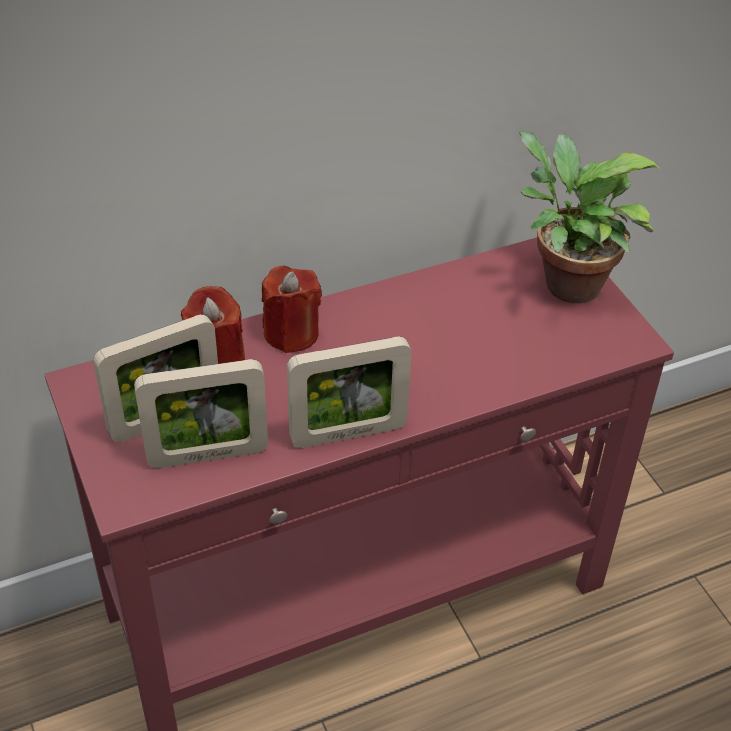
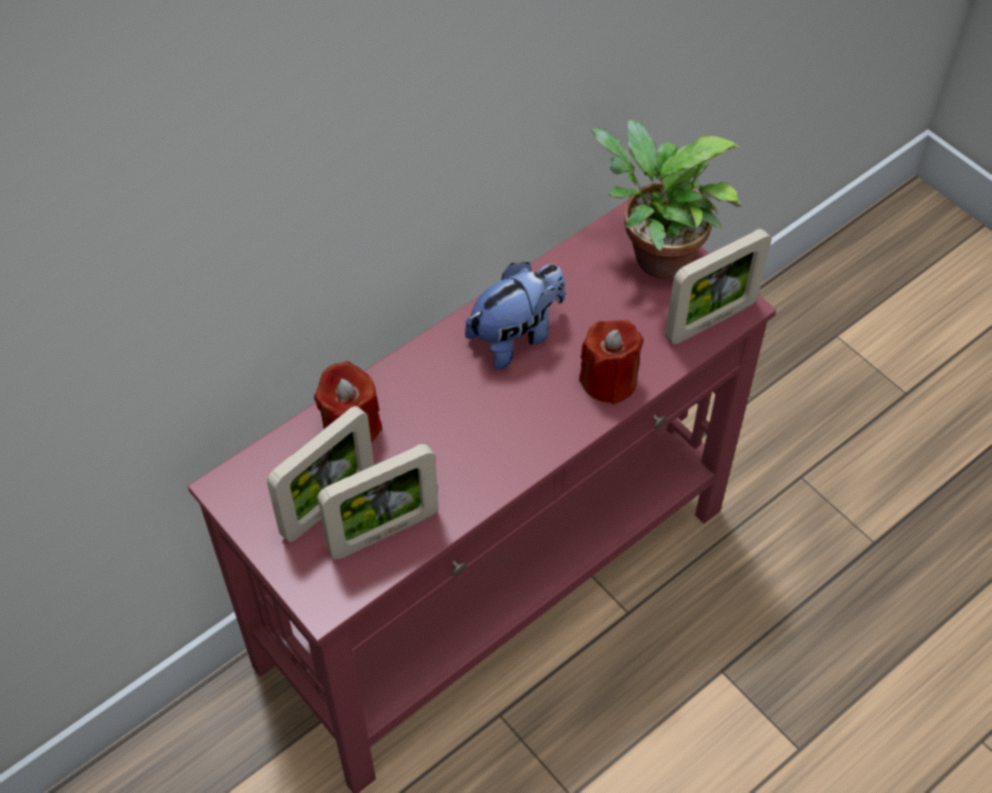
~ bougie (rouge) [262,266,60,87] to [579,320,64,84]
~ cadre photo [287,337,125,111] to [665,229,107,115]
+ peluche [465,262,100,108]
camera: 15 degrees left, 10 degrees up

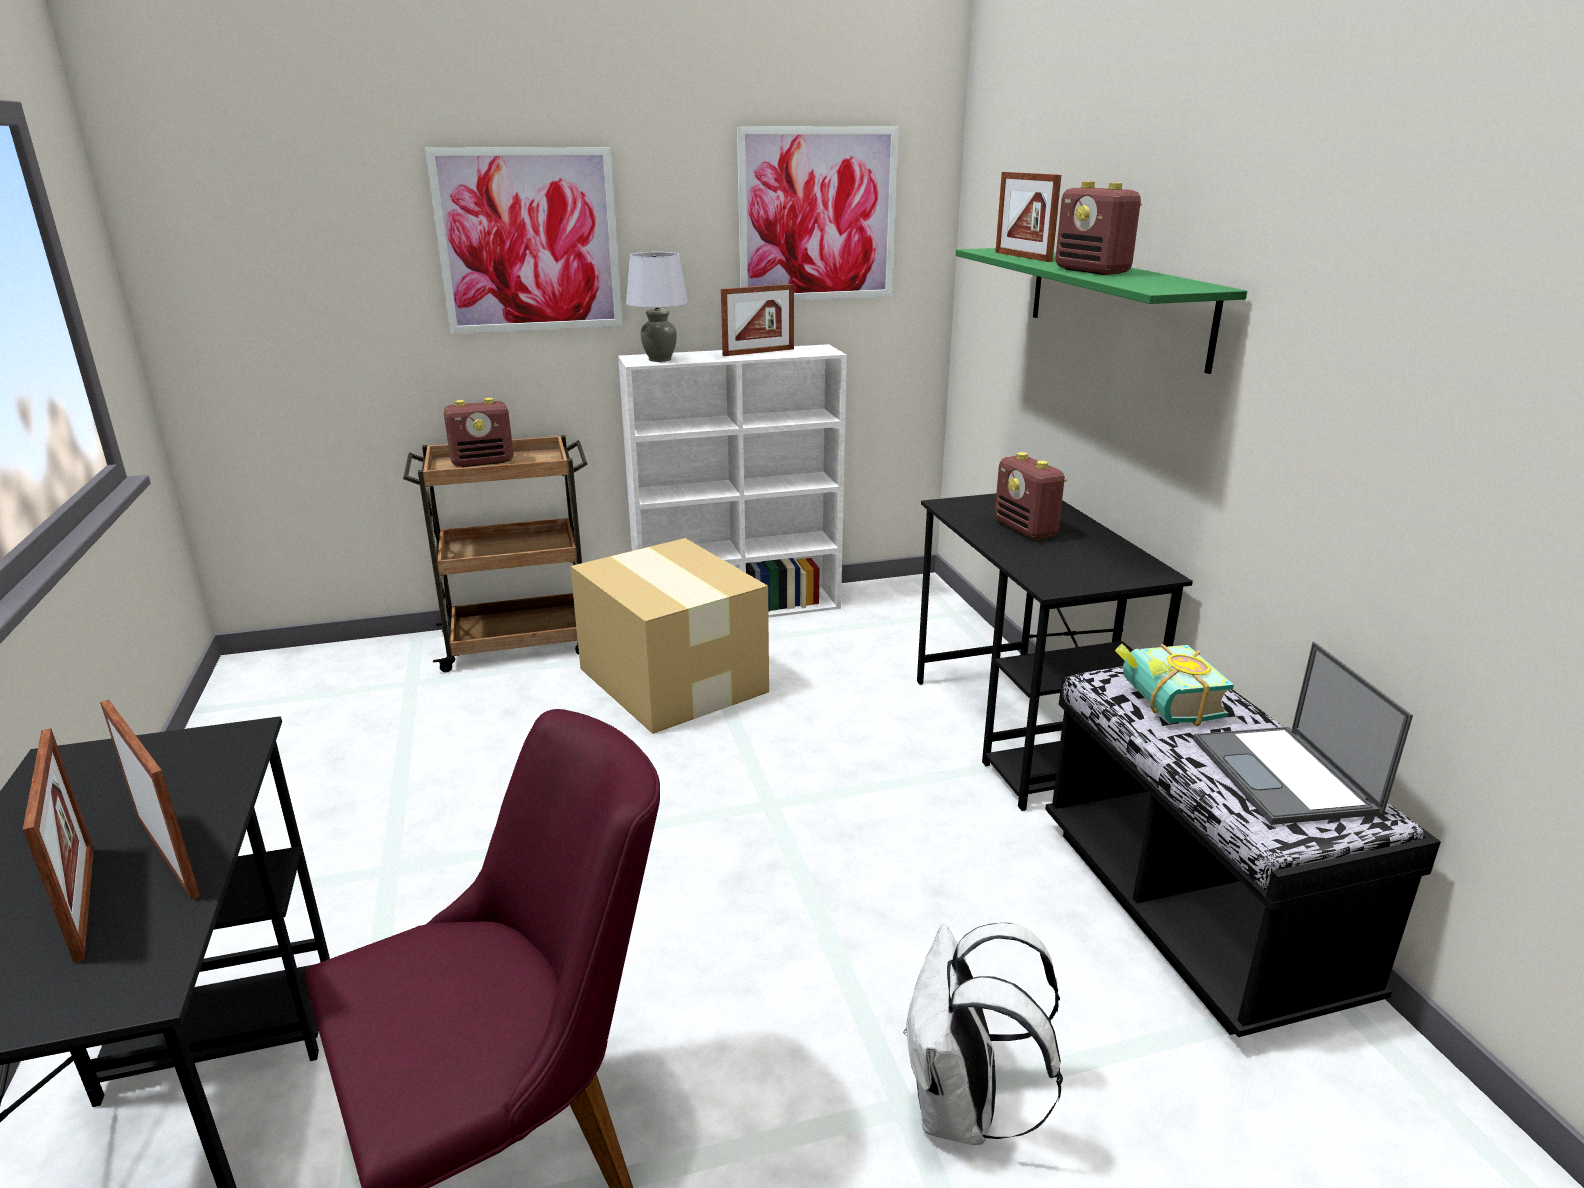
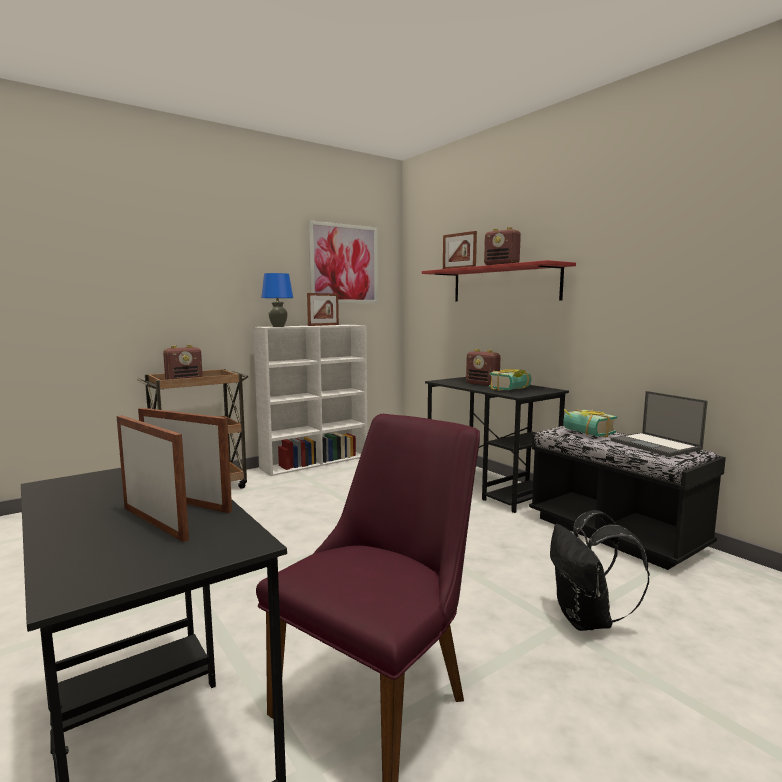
- tableau [425,147,198,187]
~ étagère (vert) [956,248,291,126] to étagère (rouge) [422,260,154,42]
~ lampe de table (gris) [626,252,62,110] to lampe de table (bleu) [261,273,32,54]
- carton [570,538,199,196]
~ sac à dos (blanc) [903,923,160,222] to sac à dos (noir) [550,510,100,121]
+ livre [489,369,43,22]
camera: 20 degrees left, 15 degrees down

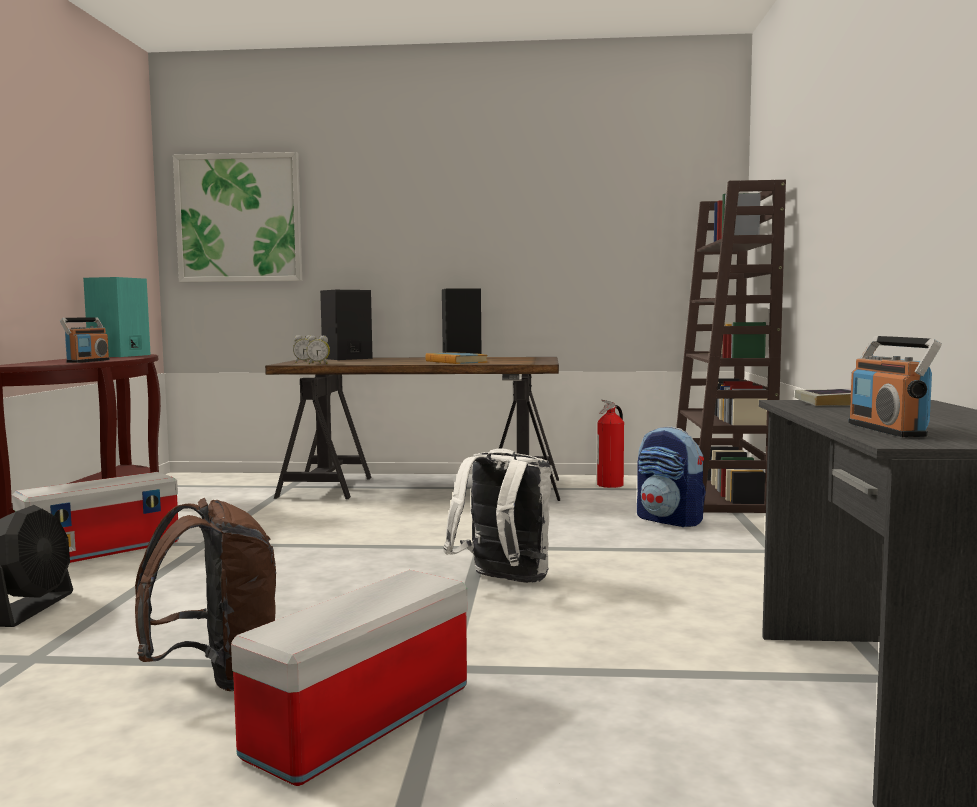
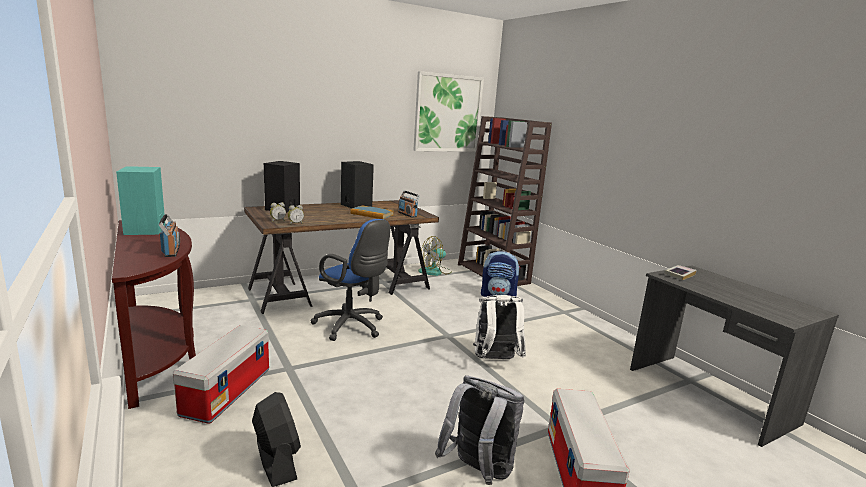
~ tableau [173,152,129,130] to [413,71,71,81]
~ radio [849,336,93,101] to [398,191,22,27]
~ extincteur [597,400,27,88] to ventilateur [418,236,34,40]
~ sac à dos (marron) [135,497,141,194] to sac à dos (gris) [435,375,90,110]
+ chaise de bureau (bleu) [310,219,80,122]
camera: 35 degrees left, 10 degrees up

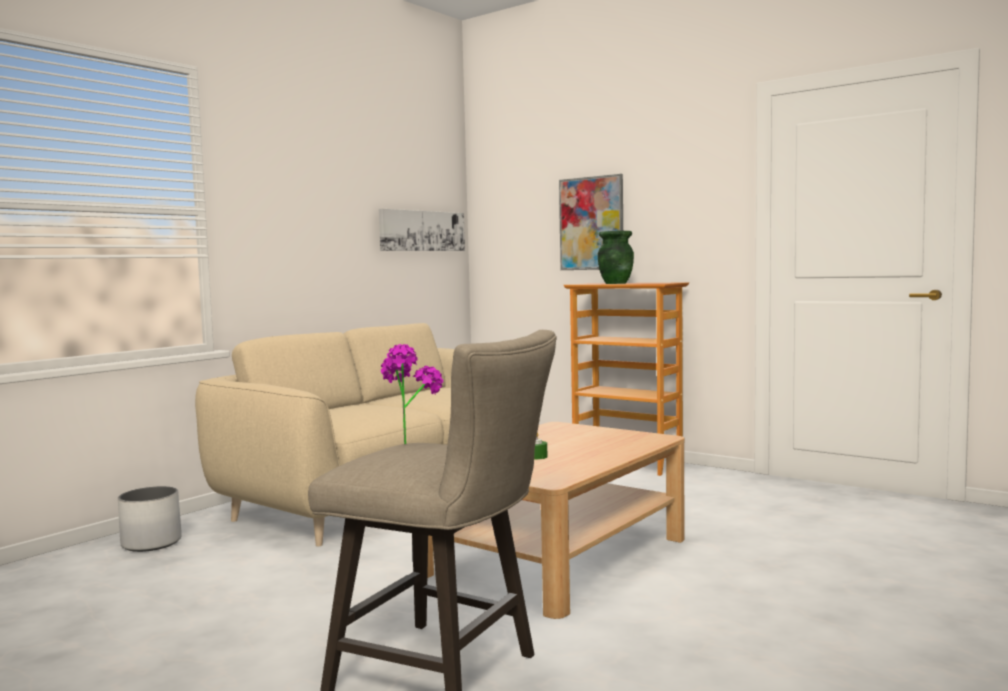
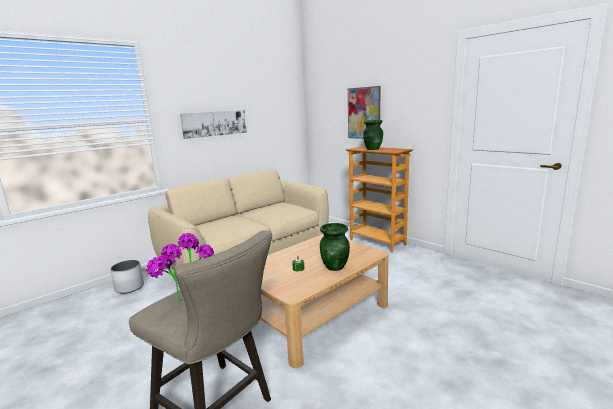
~ tableau [379,209,86,42] to [180,110,67,29]
+ vase (vert) [320,223,30,48]
+ plante en pot [146,244,36,59]
camera: 10 degrees right, 10 degrees up

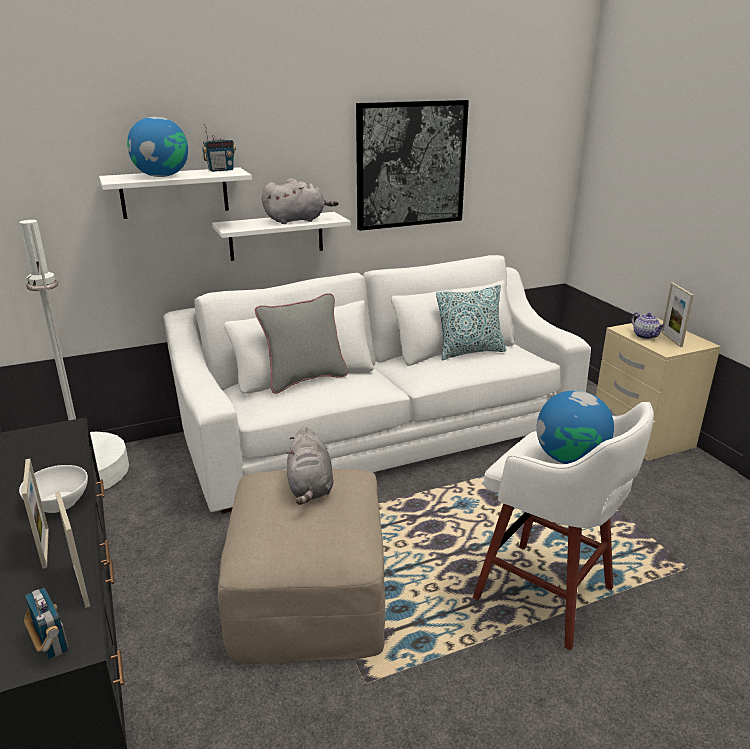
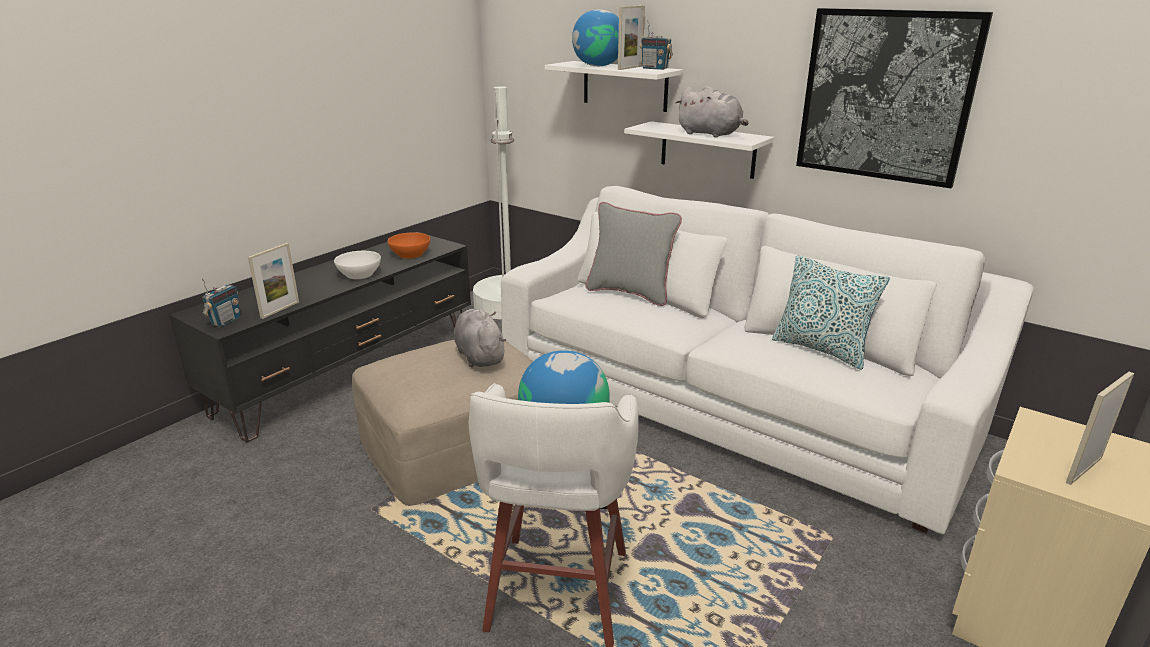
- théière [631,312,34,27]
~ peluche (gris) [286,427,48,78] = [454,309,52,58] 105 degrees clockwise
~ cadre photo [22,459,27,110] to [618,6,27,64]
+ bol (orange) [387,232,43,27]
camera: 60 degrees right, 0 degrees up

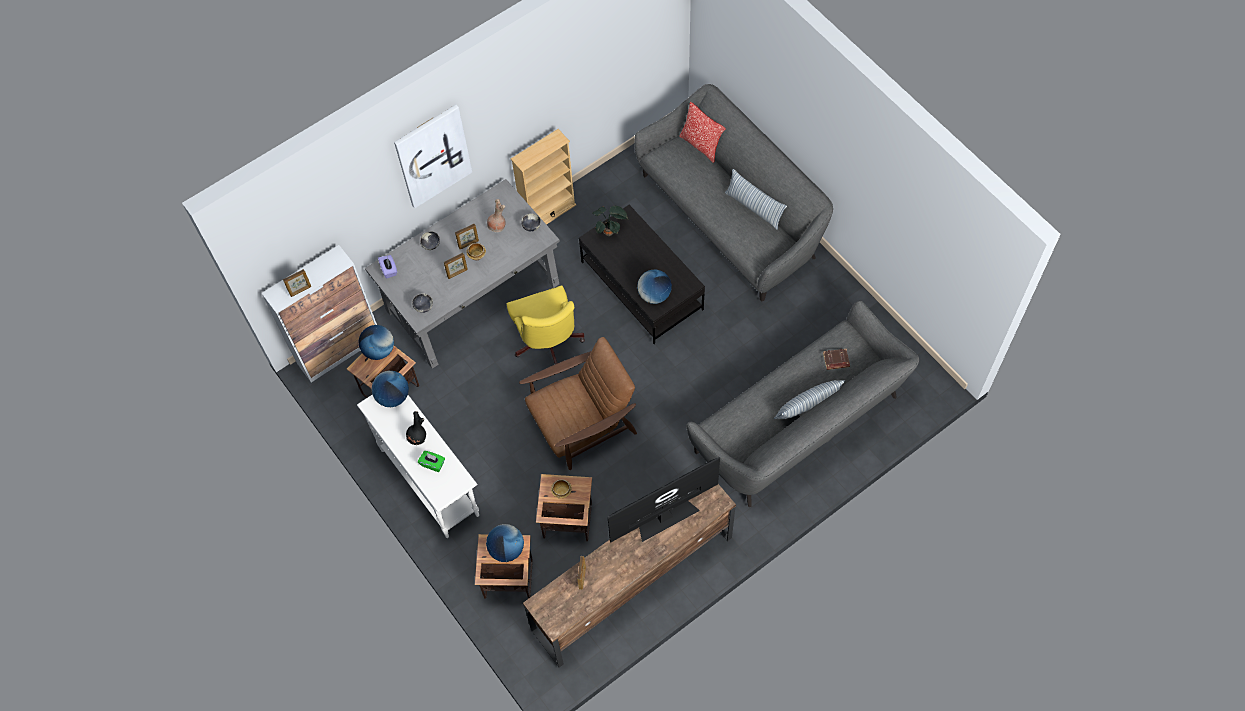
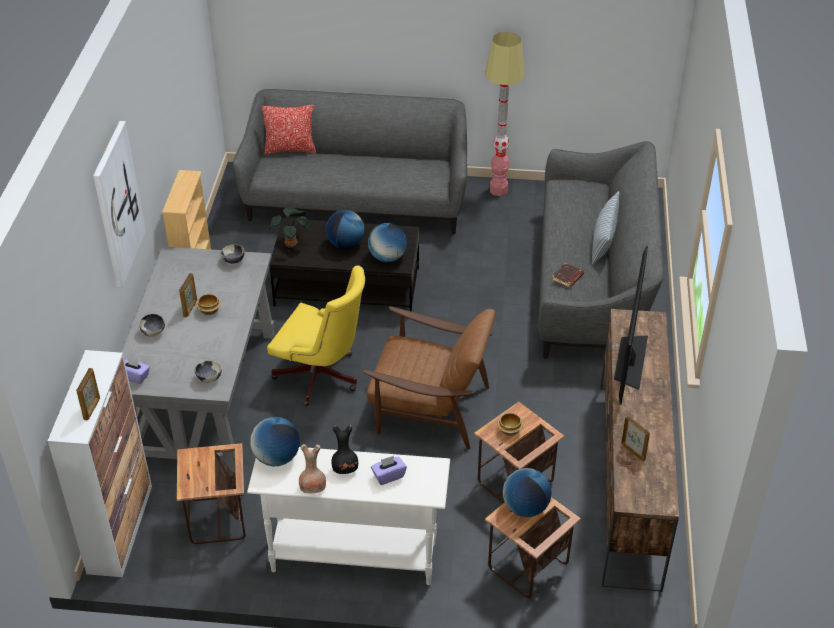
- coussin [725,169,62,61]
~ vase (marron) [487,199,19,33] to [299,444,27,50]
- cadre photo [444,253,24,26]
~ globe [358,325,36,35] to [326,210,38,39]
~ fauteuil (marron) [519,337,118,133] = [362,307,134,143] 90 degrees clockwise
~ livre (marron) [823,349,27,21] to [552,263,32,25]
~ boîte à mouchoirs (vert) [418,451,27,21] to boîte à mouchoirs (violet) [371,456,36,29]
+ lampadaire [485,32,40,164]
camera: 50 degrees left, 20 degrees down

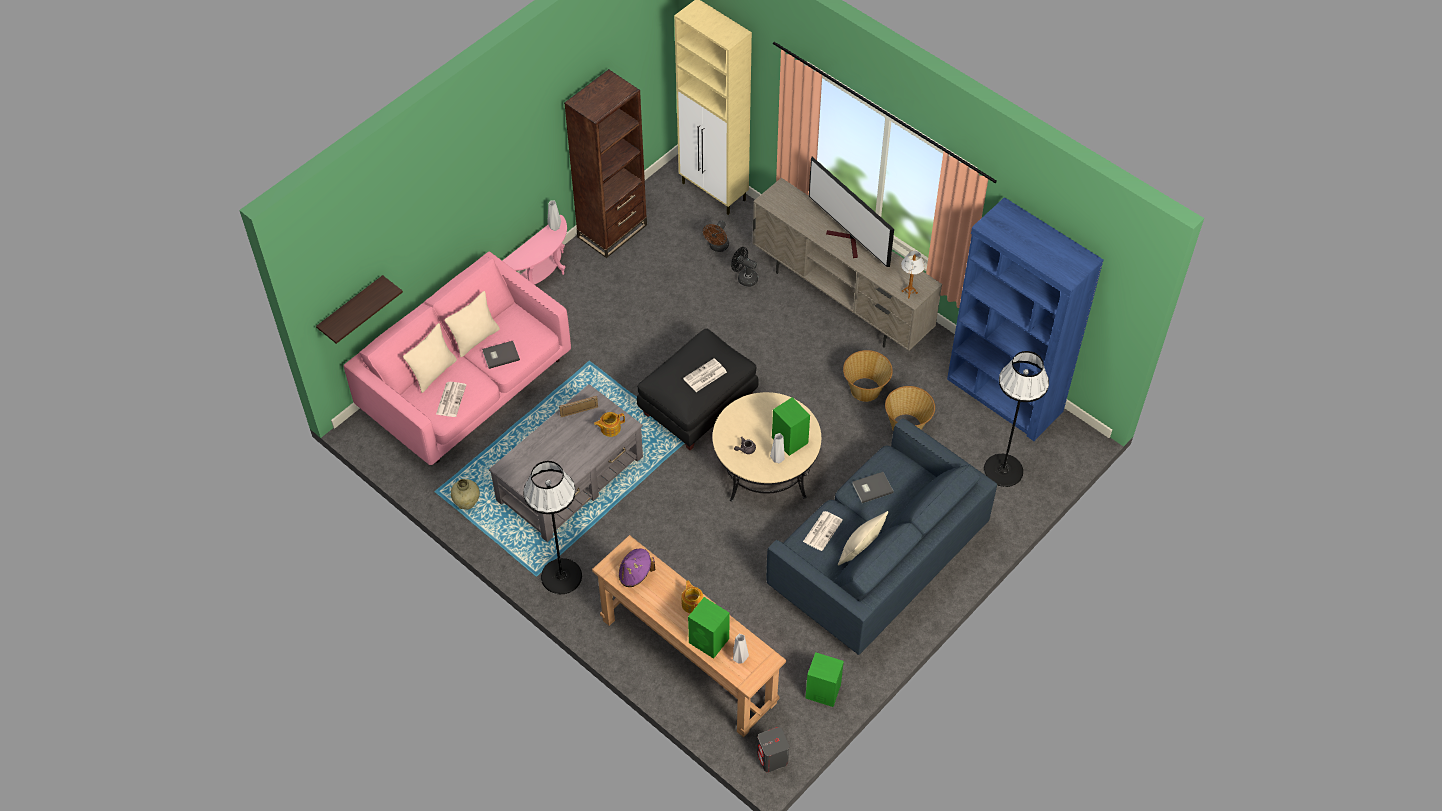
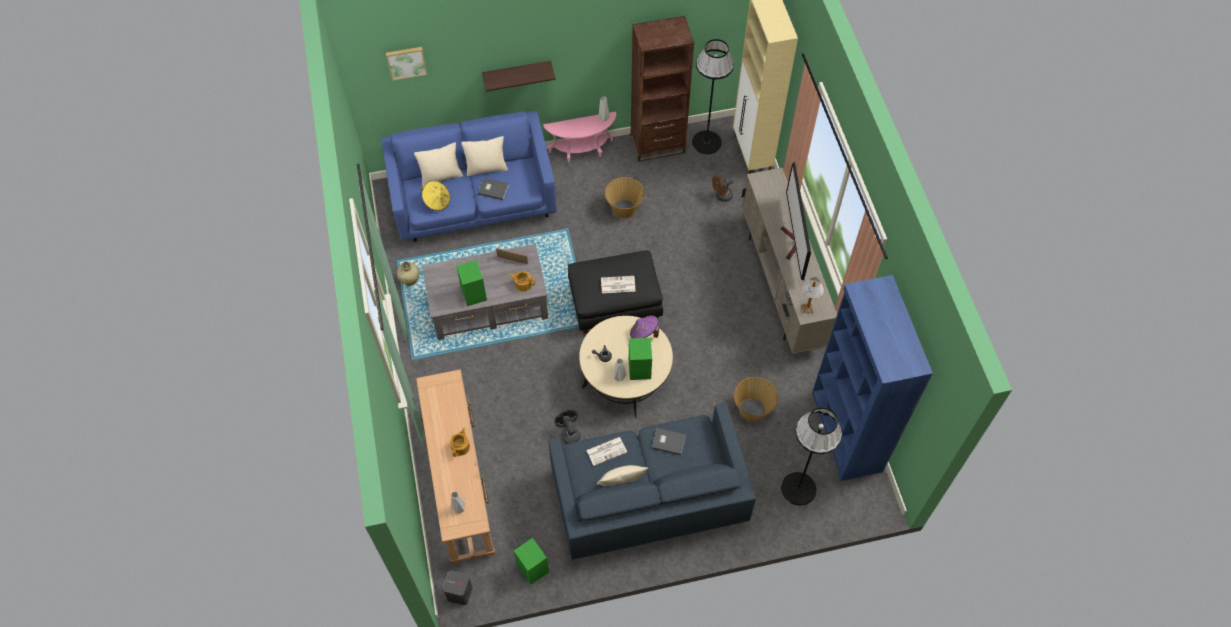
~ ventilateur (noir) [731,247,27,40] to [555,410,25,34]
~ canapé (rose) [343,251,228,214] to canapé (bleu) [381,111,176,131]
~ étagère [316,275,87,69] to [482,61,74,31]
~ panier [843,350,50,52] to [604,177,40,42]
~ journal [436,382,30,35] to chapeau (jaune) [421,181,29,30]
~ lampadaire (noir) [523,461,59,133] to [692,39,42,115]
~ chapeau (violet) [619,549,36,38] to [630,315,29,23]
~ enceinte (vert) [688,597,41,62] to [456,260,31,46]
+ tableau [386,47,42,34]
camera: 35 degrees right, 5 degrees up

